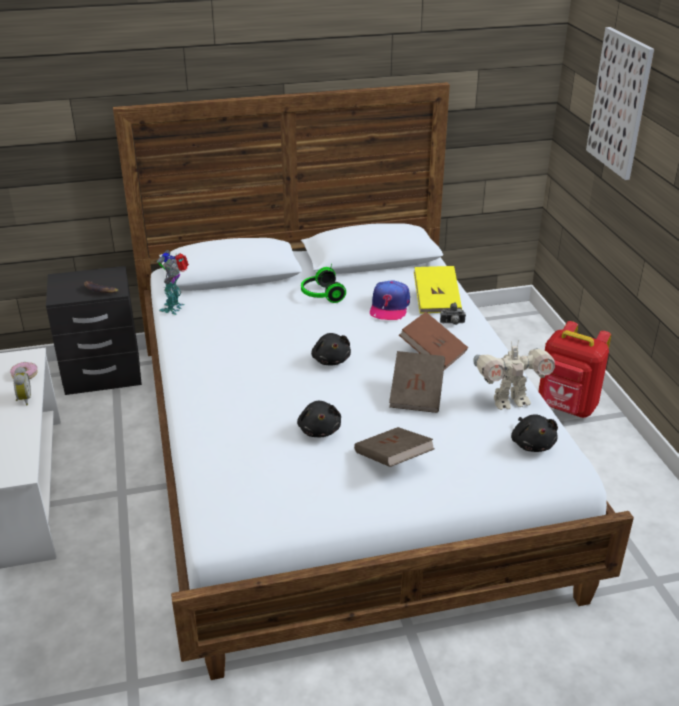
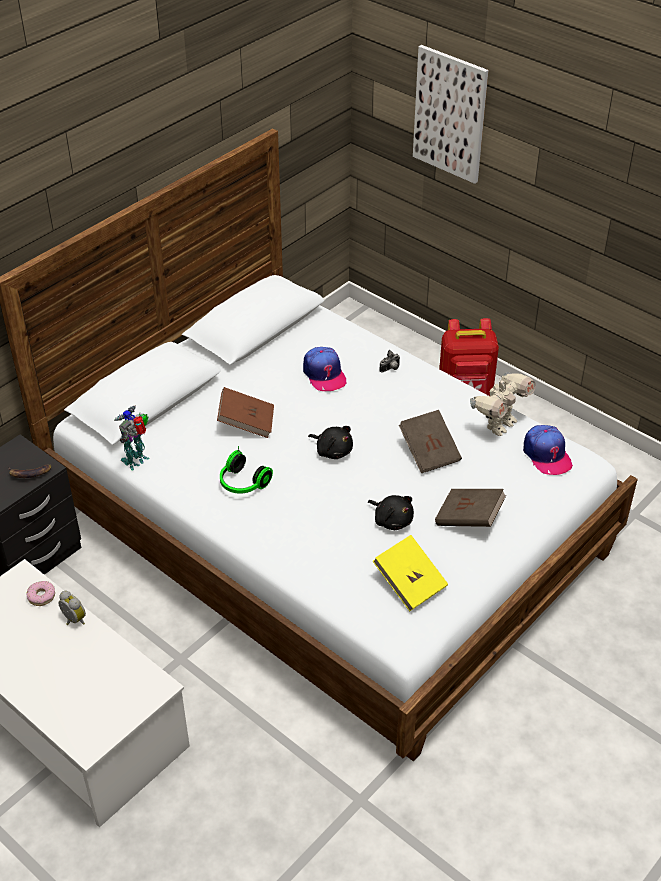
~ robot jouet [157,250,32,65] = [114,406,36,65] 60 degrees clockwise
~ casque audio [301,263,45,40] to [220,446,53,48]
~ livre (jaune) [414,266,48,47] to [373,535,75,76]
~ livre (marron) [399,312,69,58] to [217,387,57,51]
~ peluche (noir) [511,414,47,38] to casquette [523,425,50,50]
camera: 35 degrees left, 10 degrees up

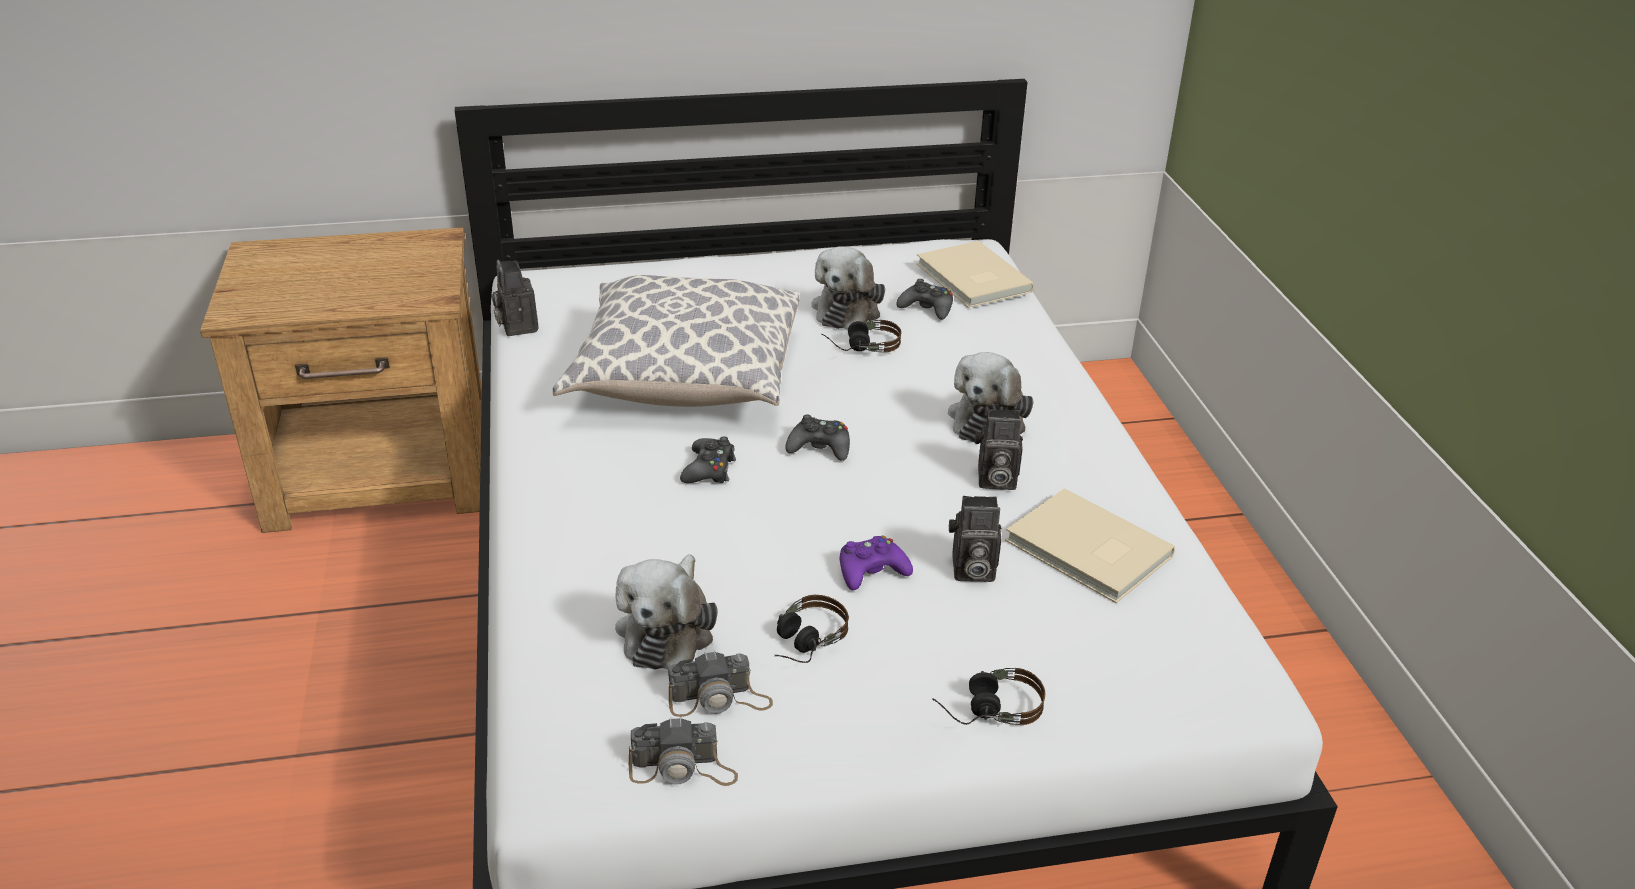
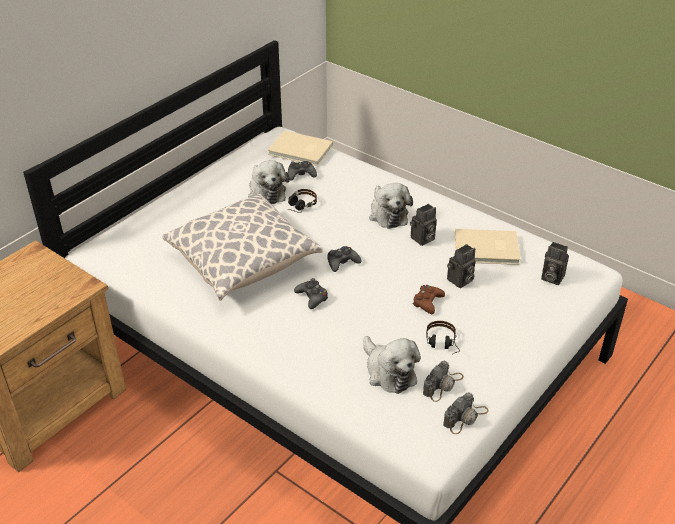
~ appareil photo [492,260,47,76] to [541,242,28,43]
~ manette (violet) [840,535,73,55] to manette (marron) [413,285,32,29]
- casque audio [932,668,113,57]
camera: 40 degrees left, 5 degrees up

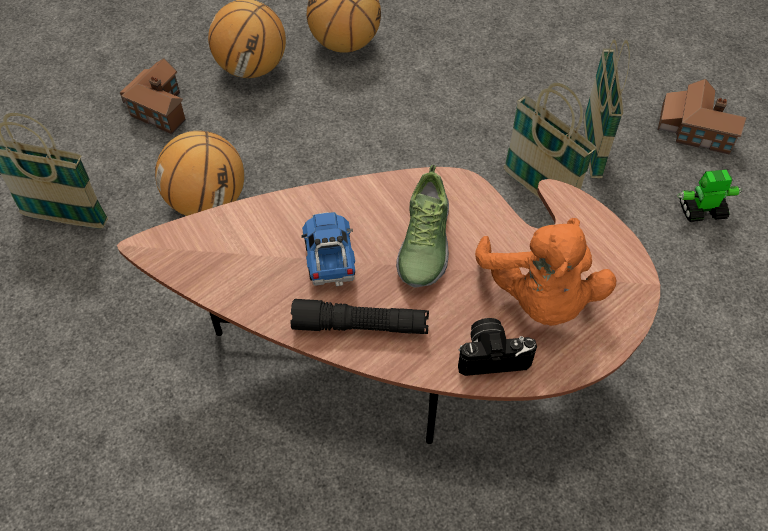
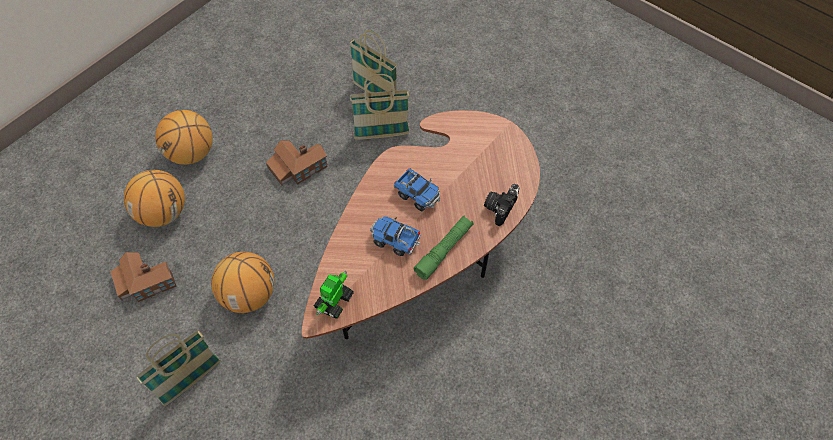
~ maison miniature [658,79,89,75] to [266,140,62,46]
~ chaussure [396,165,53,123] to camion jouet [394,168,46,43]
~ robot jouet [677,170,65,52] to [314,271,40,48]
- peluche (orange) [475,218,141,108]
~ lampe de poche (noir) [290,299,139,35] to lampe de poche (vert) [413,215,61,65]
camera: 55 degrees left, 5 degrees up

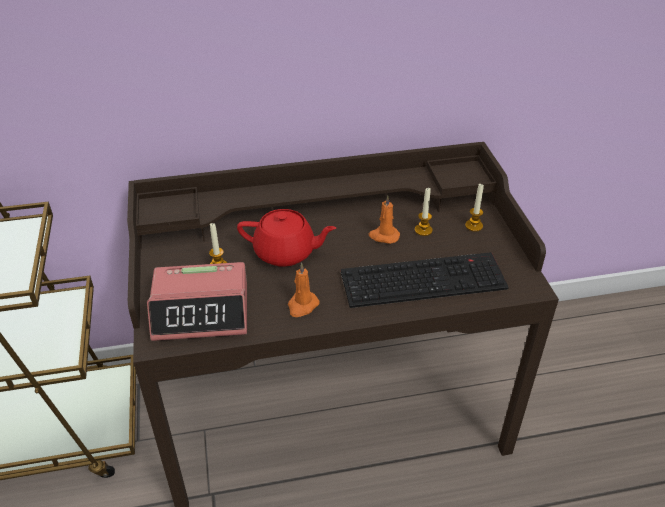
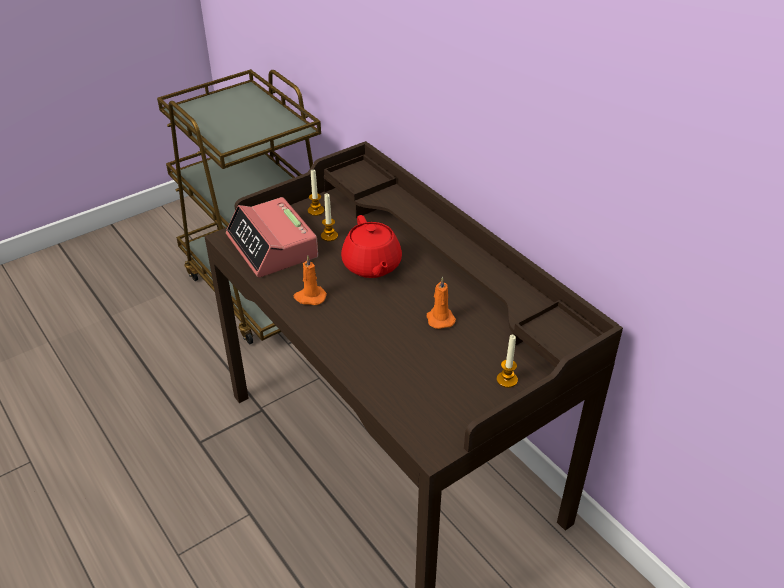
~ bougie [415,188,18,48] to [308,170,16,46]
- clavier [341,252,168,56]
camera: 65 degrees right, 0 degrees up

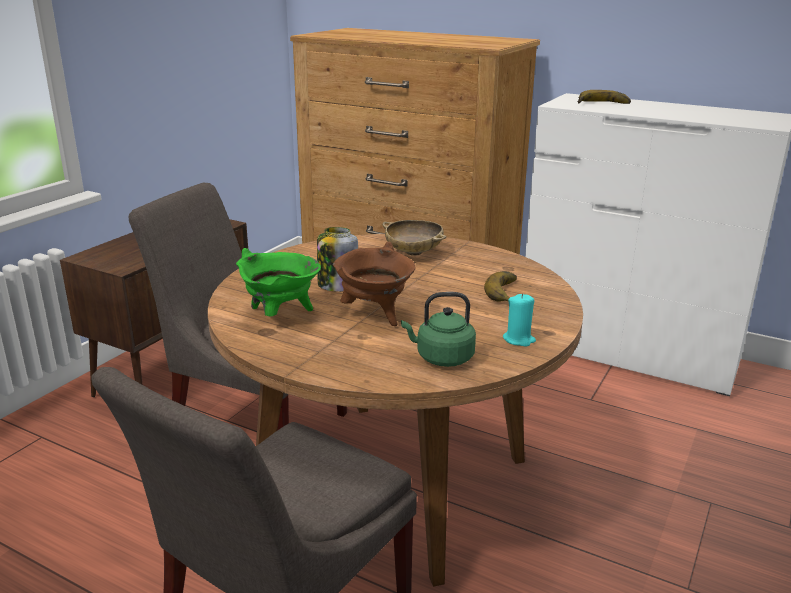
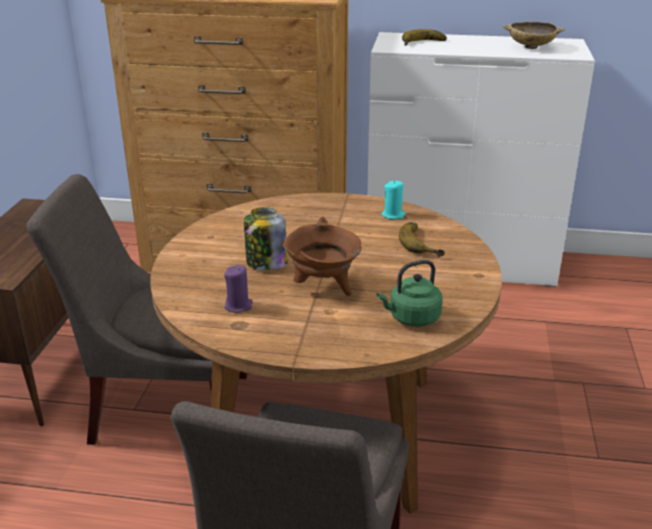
~ bol (beige) [382,220,65,36] to [503,22,62,27]
~ marmite (vert) [236,248,85,68] to bougie (violet) [224,265,29,48]
~ bougie (turquoise) [503,293,33,53] to [381,180,25,39]
camera: 20 degrees left, 5 degrees up

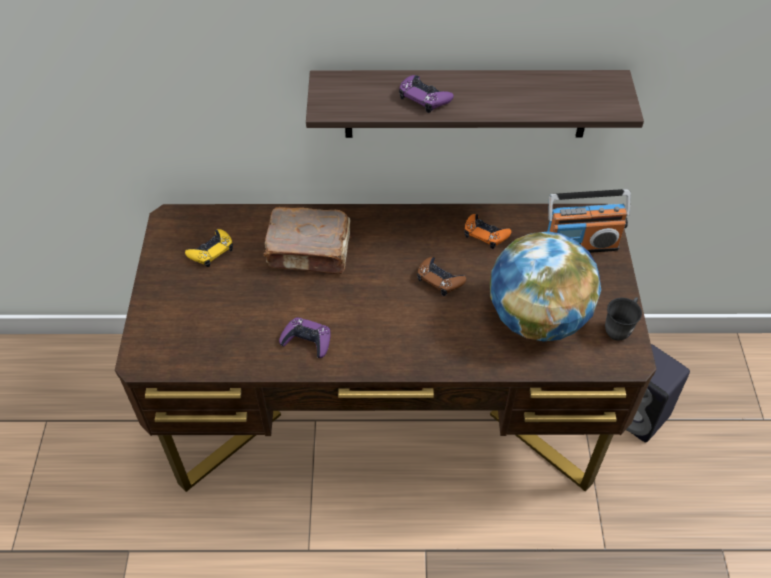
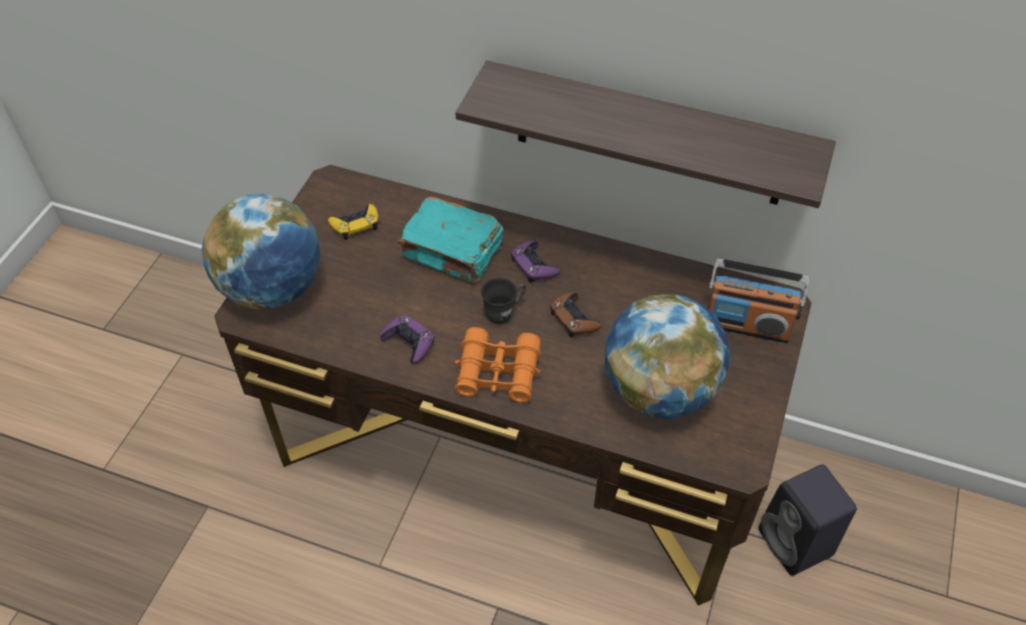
~ manette (violet) [399,75,55,38] to [511,241,49,42]
~ livre (marron) [263,207,89,67] to livre (turquoise) [397,196,106,88]
- manette (orange) [465,214,46,35]
~ mug (gris) [605,297,37,44] to [481,278,45,46]
+ globe [202,194,119,115]
+ jumelles (orange) [455,327,86,76]
camera: 20 degrees right, 0 degrees up

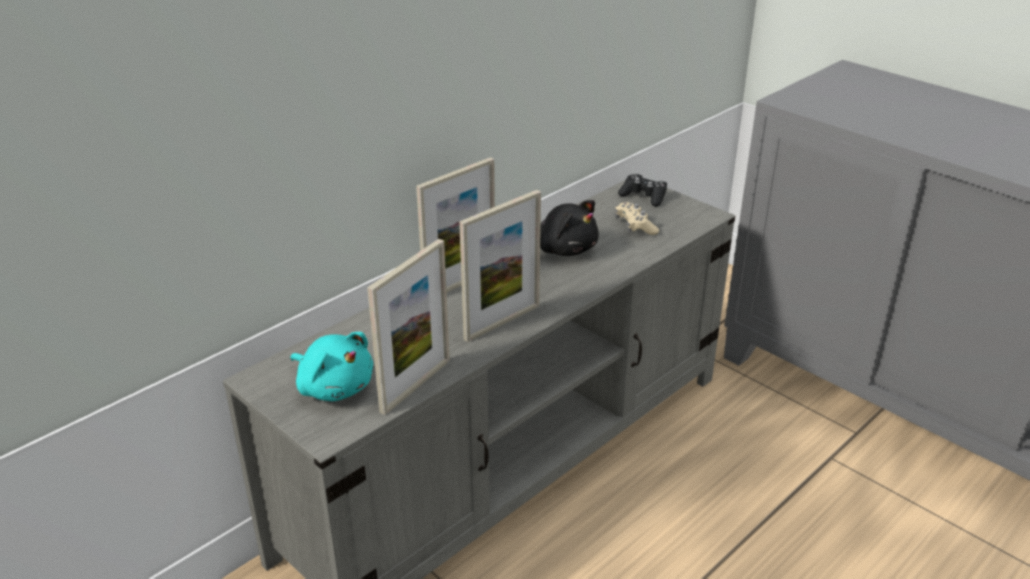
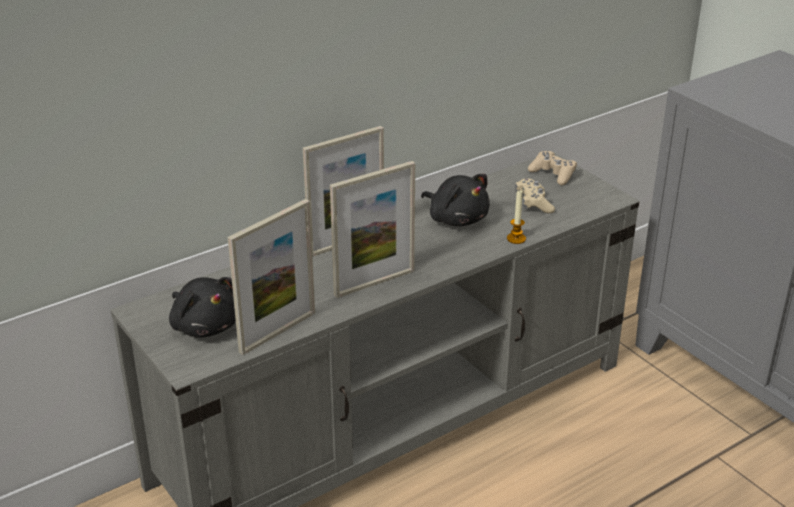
~ manette (noir) [618,174,49,33] to manette (beige) [528,151,49,34]
~ peluche (turquoise) [291,332,82,69] to peluche (noir) [169,277,67,61]
+ bougie [507,190,19,54]
camera: 10 degrees right, 0 degrees up

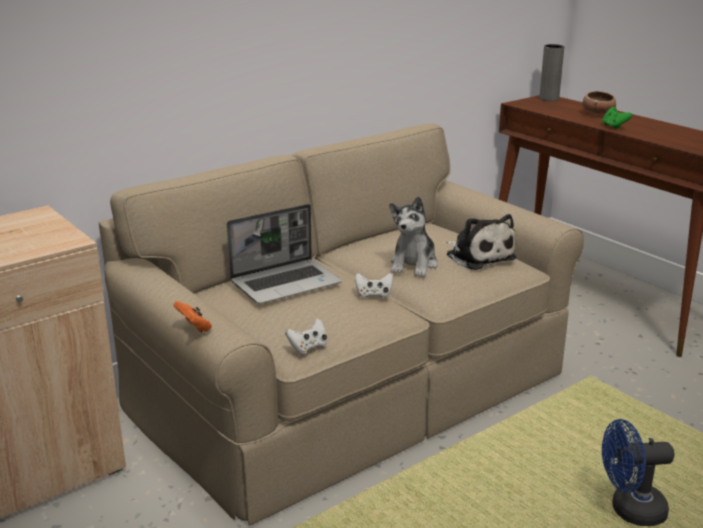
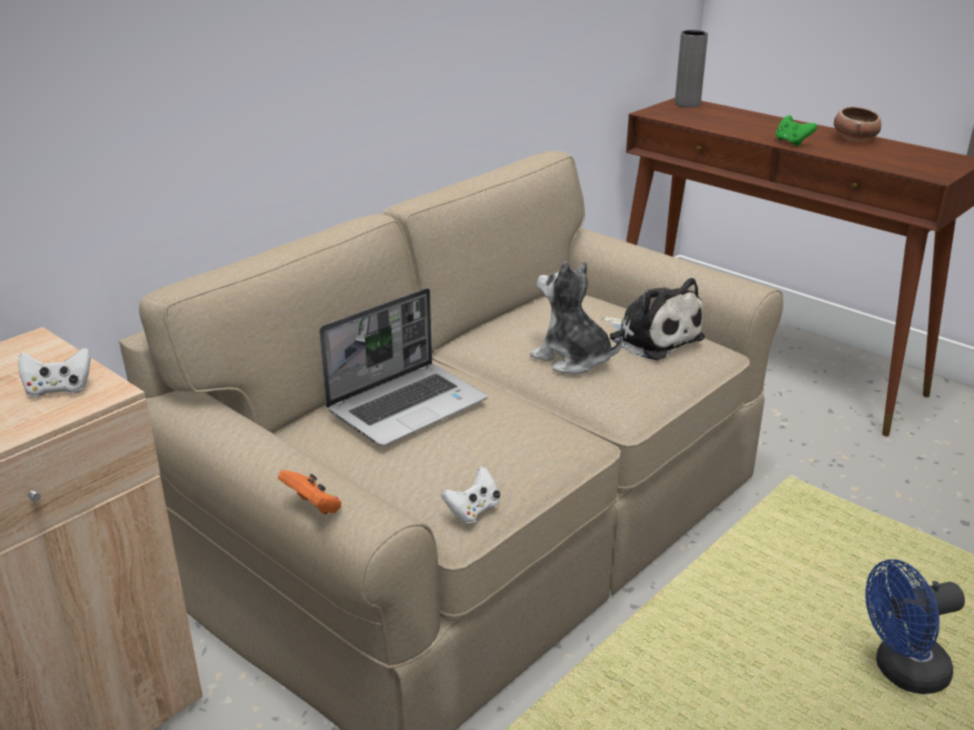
~ bol [582,91,34,24] to [834,107,47,34]
~ peluche [389,196,49,81] = [530,261,93,113] 120 degrees clockwise
~ manette (blanc) [355,273,38,25] to [18,348,73,49]
camera: 10 degrees left, 5 degrees up

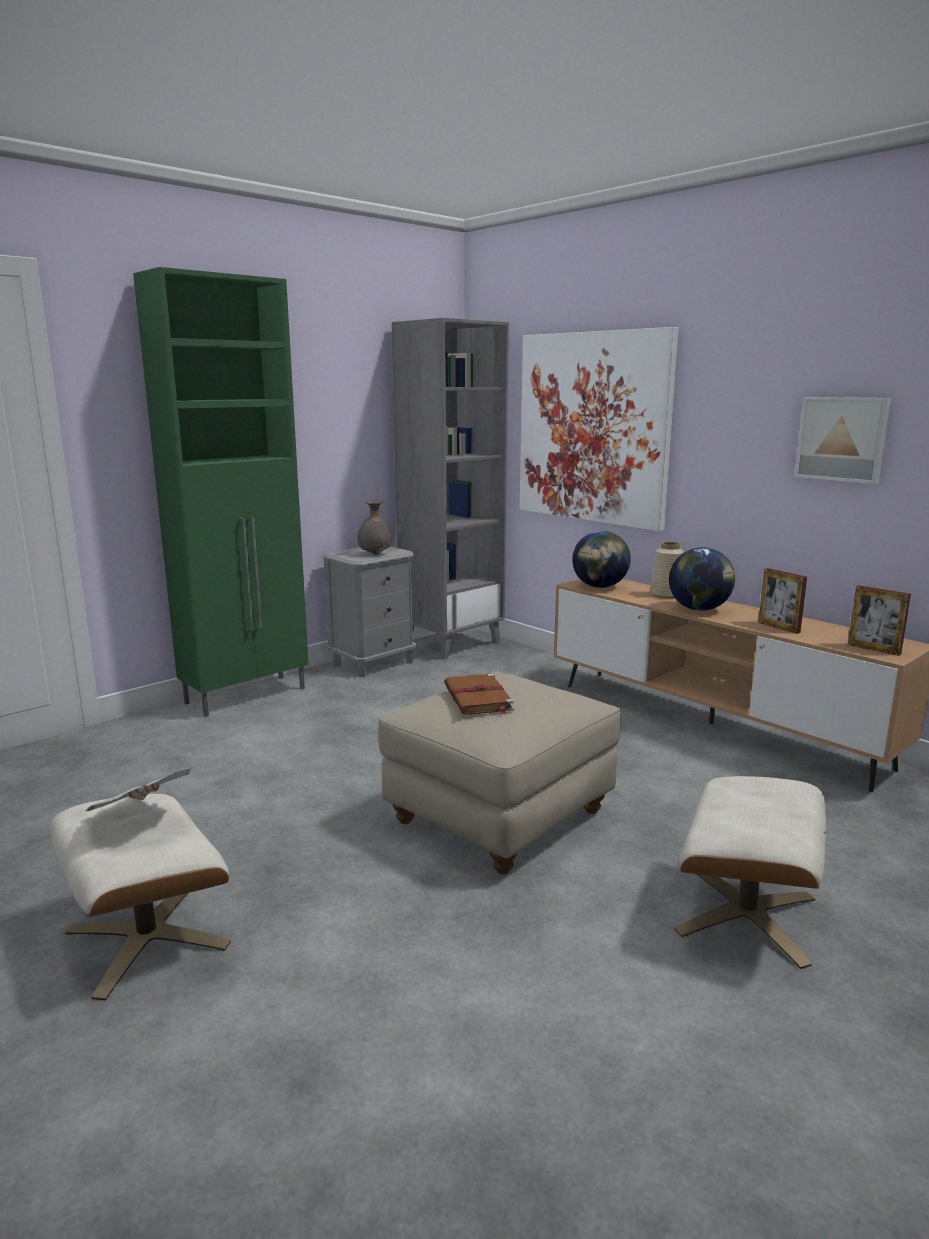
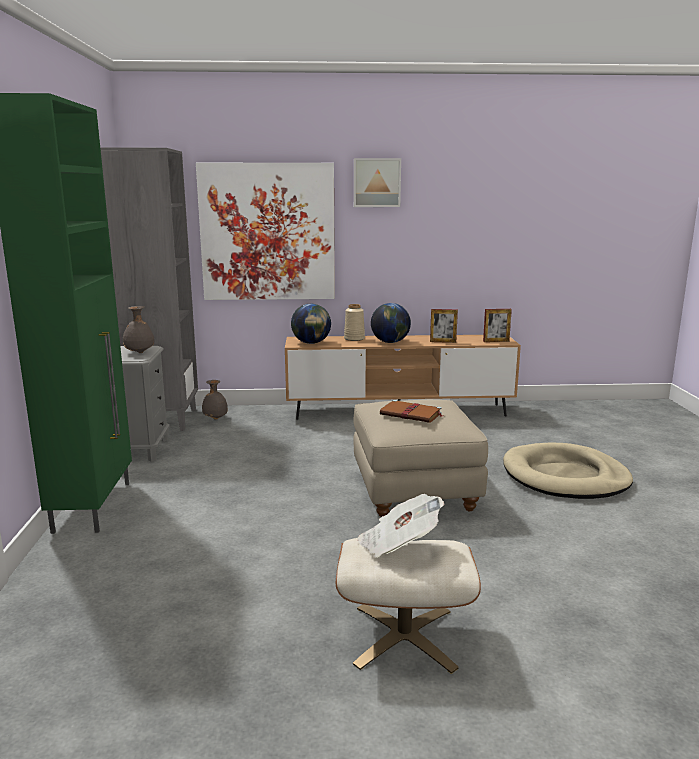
~ tableau [794,397,97,87] to [354,158,47,49]
~ pouf (beige) [674,776,152,193] to panier pour chien (beige) [503,443,130,56]
+ vase (gris) [202,380,26,40]
camera: 50 degrees left, 0 degrees up

